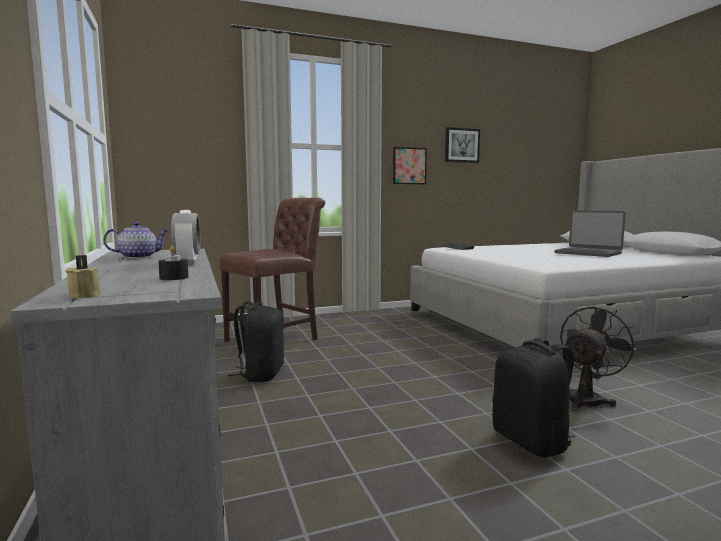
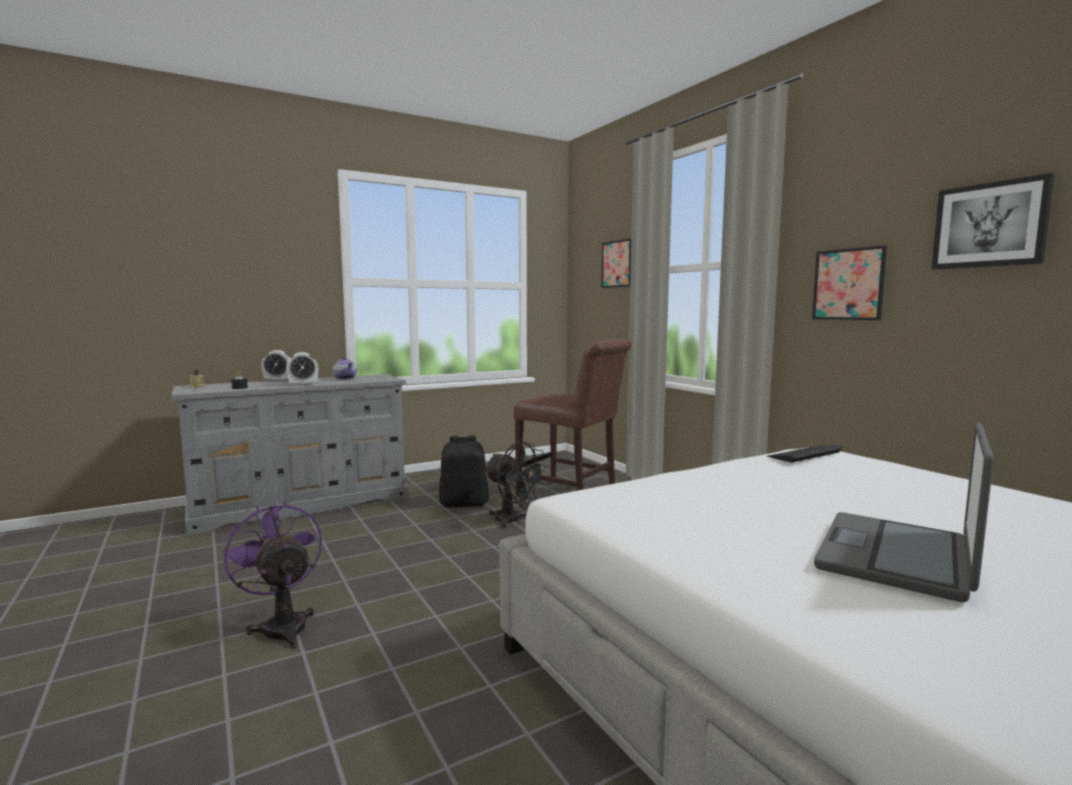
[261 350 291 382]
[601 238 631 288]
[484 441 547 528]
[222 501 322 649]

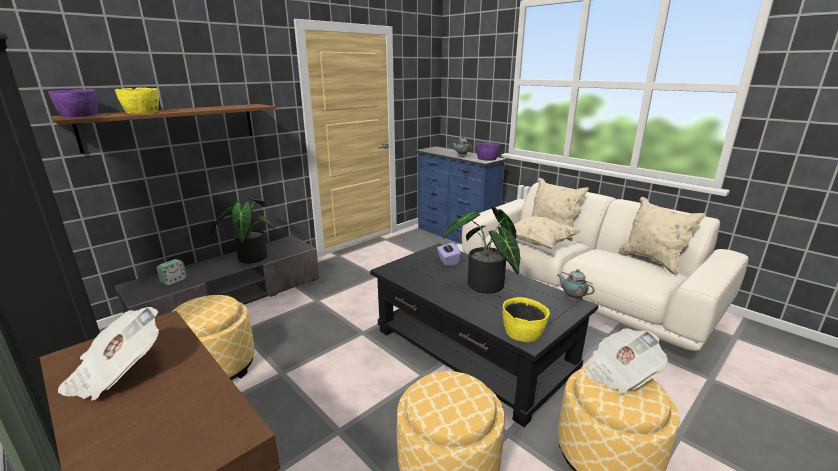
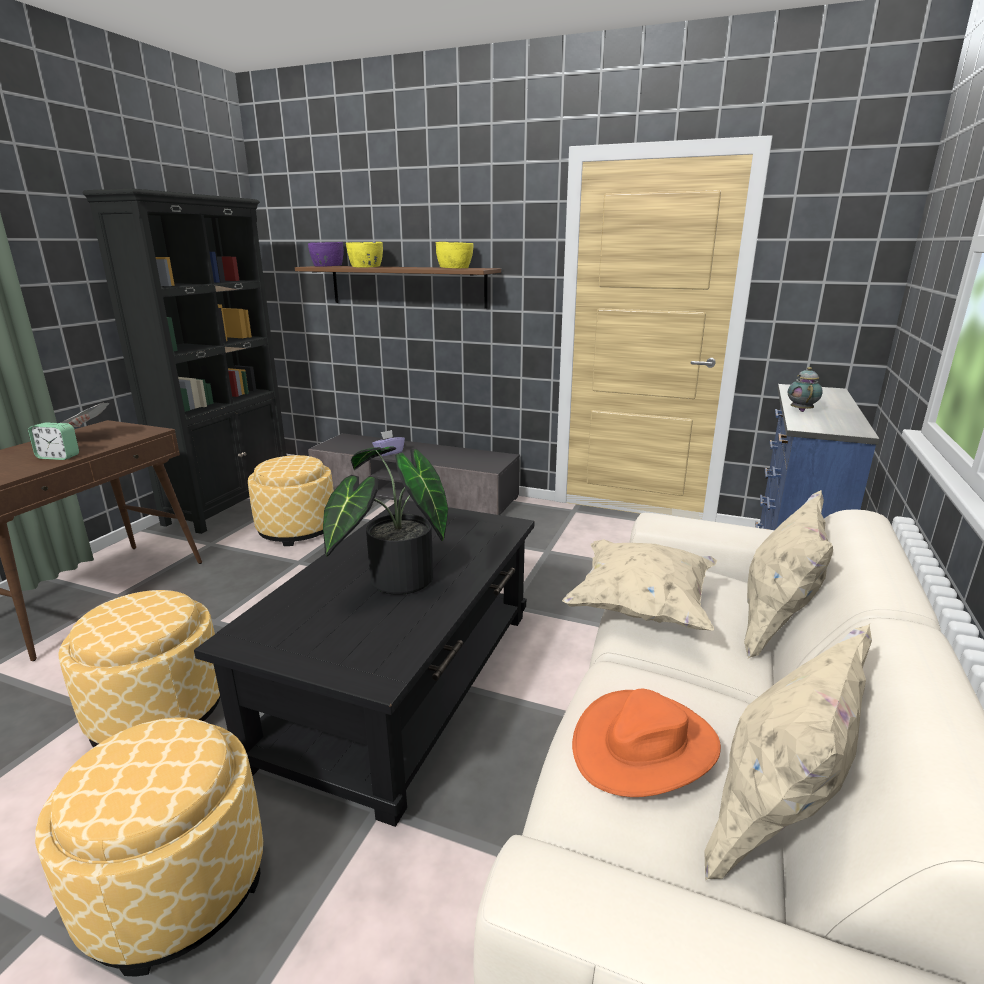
[211 198 276 263] (first image)
[476 143 500 161] (first image)
[557 269 595 301] (first image)
[585 328 668 394] (first image)
[572 689 721 797]
[28 422 79 460]
[372 430 405 456]
[436 242 473 268]

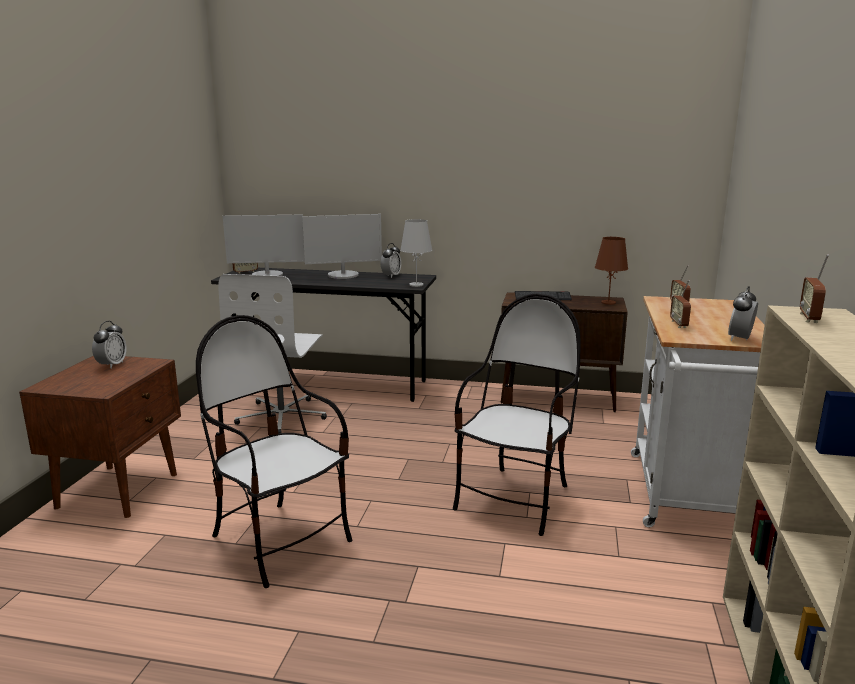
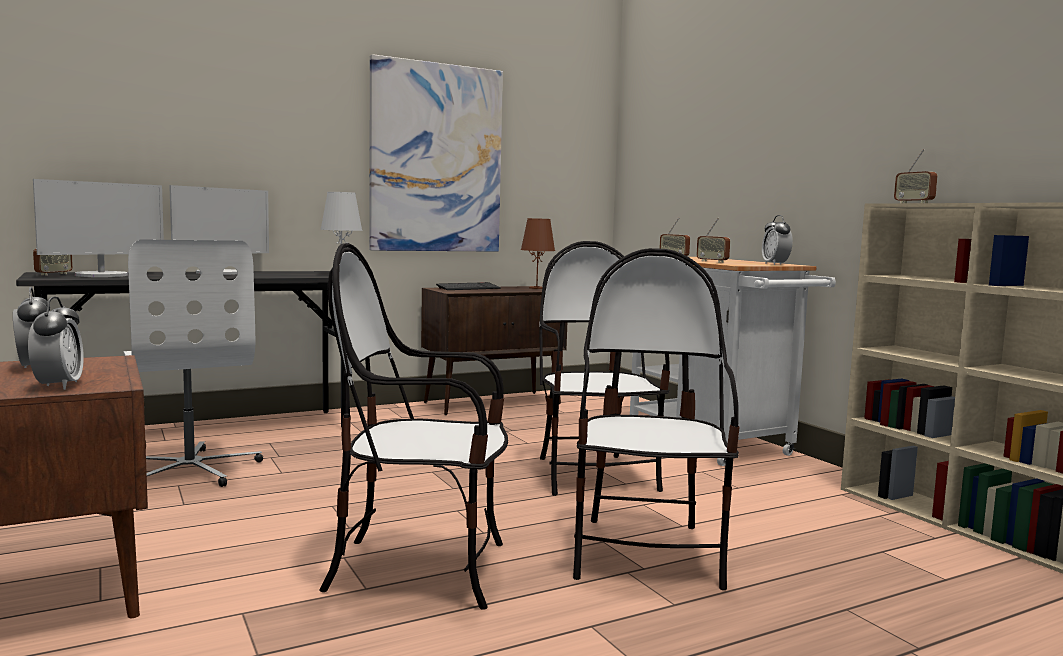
[369 54 503 252]
[573 248 740 590]
[28 297 84 390]

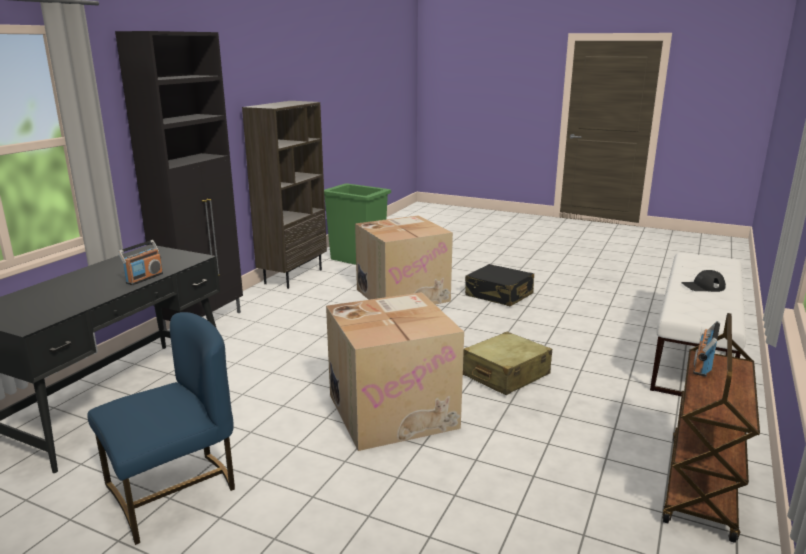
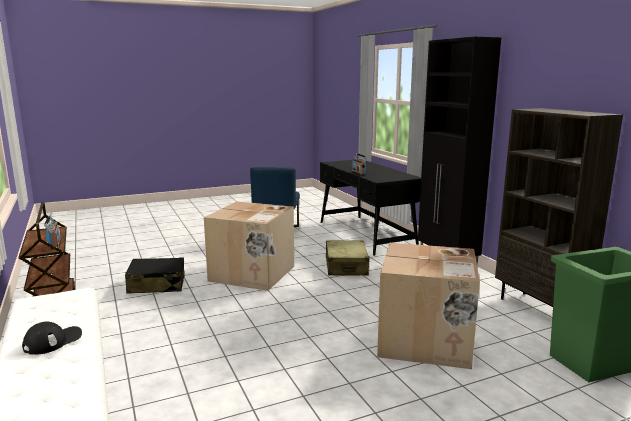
[326 240 370 276]
[125 257 185 294]

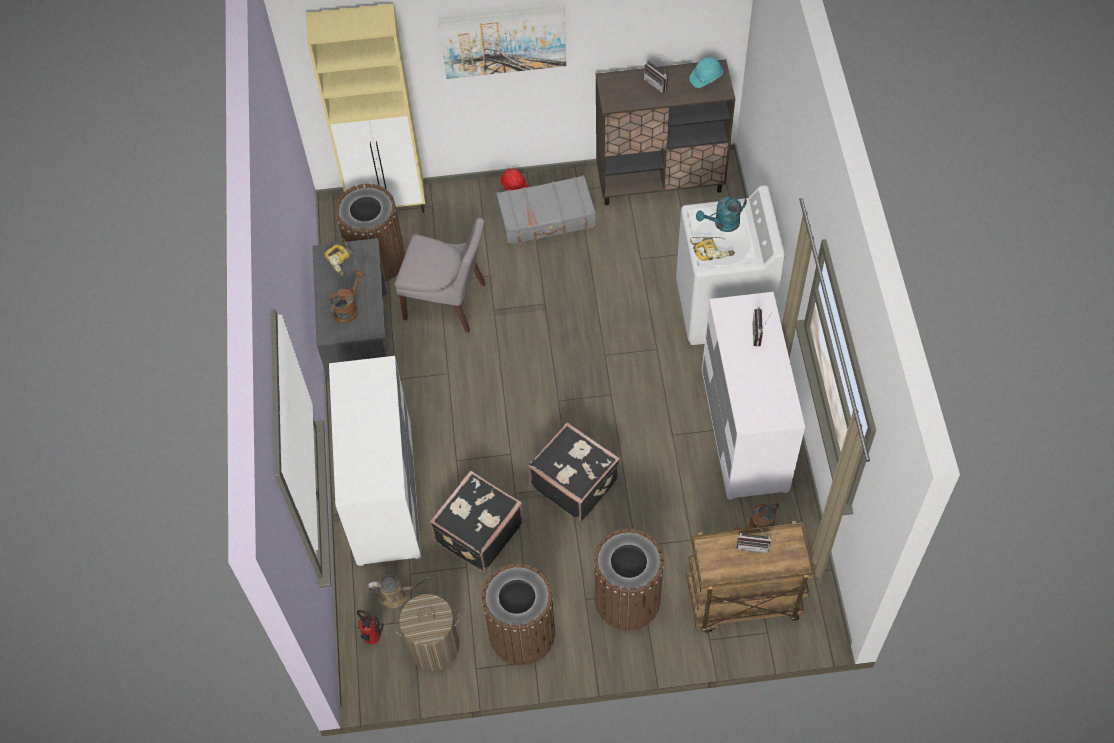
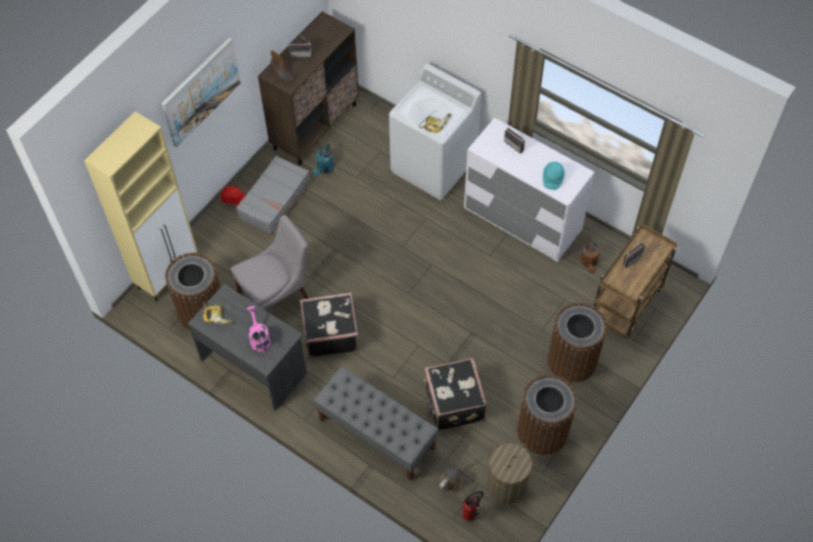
[270 50 295 82]
[300 292 359 358]
[543 162 565 190]
[312 144 334 176]
[314 367 439 481]
[247 306 271 352]

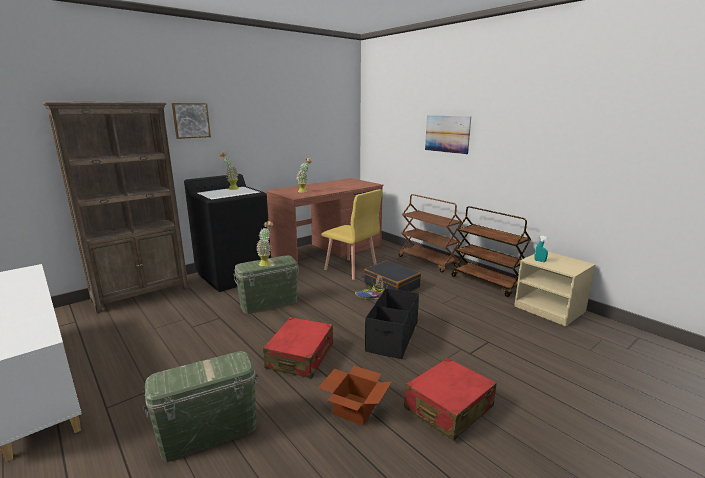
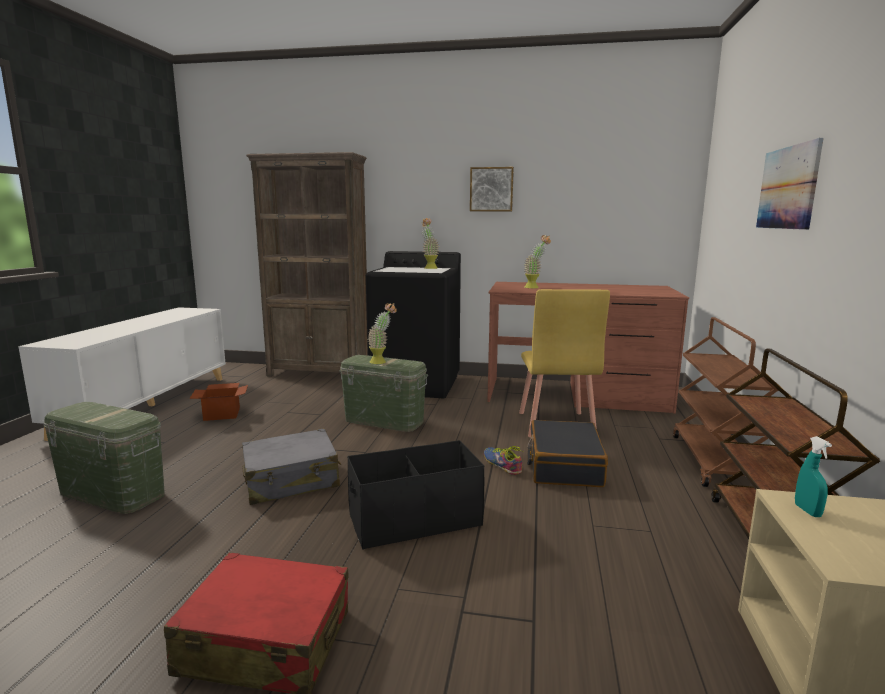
[470 167 514 212]
[189 383 248 421]
[242 429 341 505]

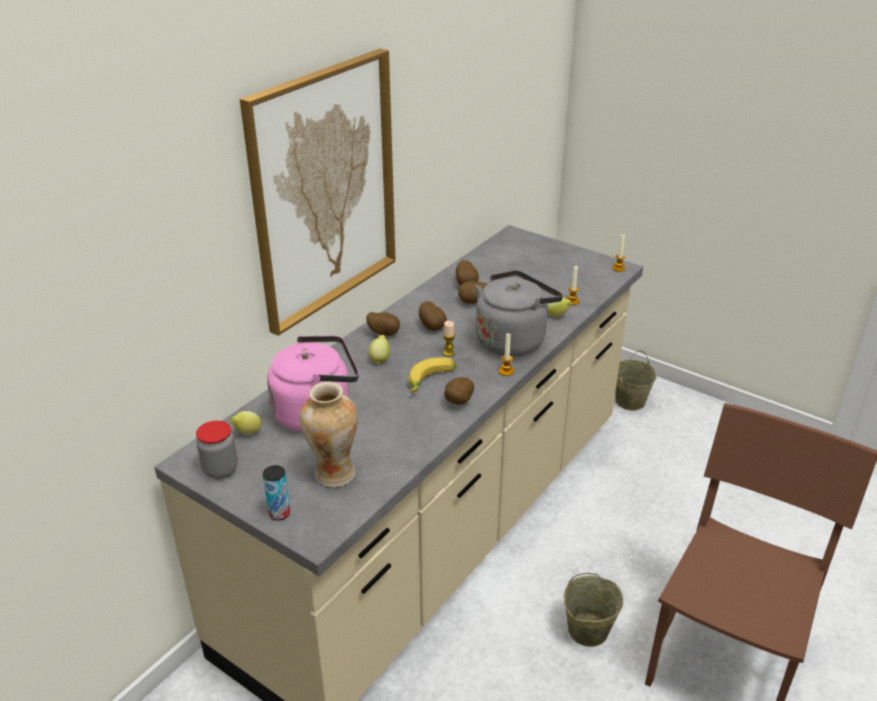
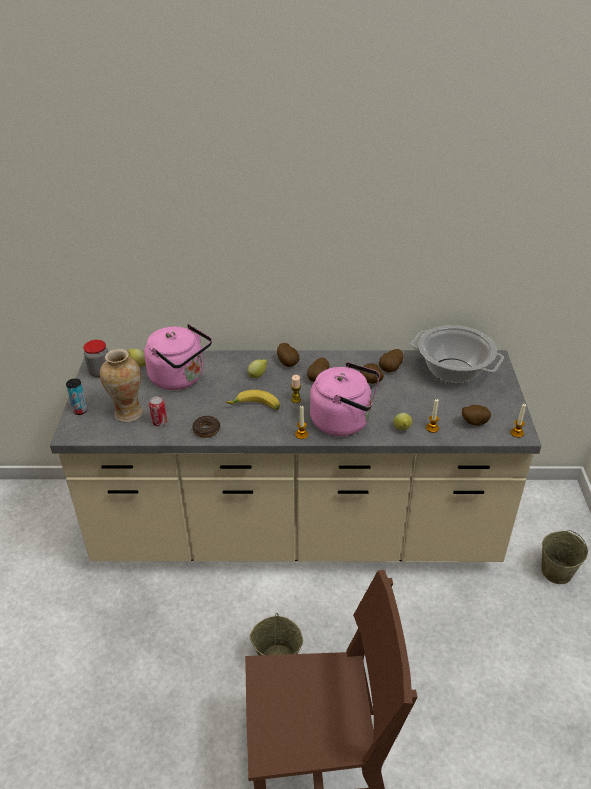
[240 49 396 336] (first image)
[149 396 167 426]
[192 416 220 438]
[411 325 504 384]
[462 405 491 426]
[310 362 380 436]

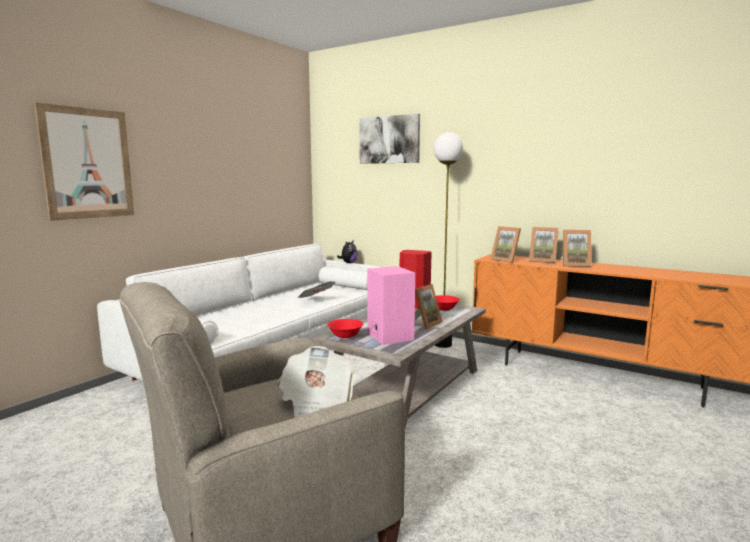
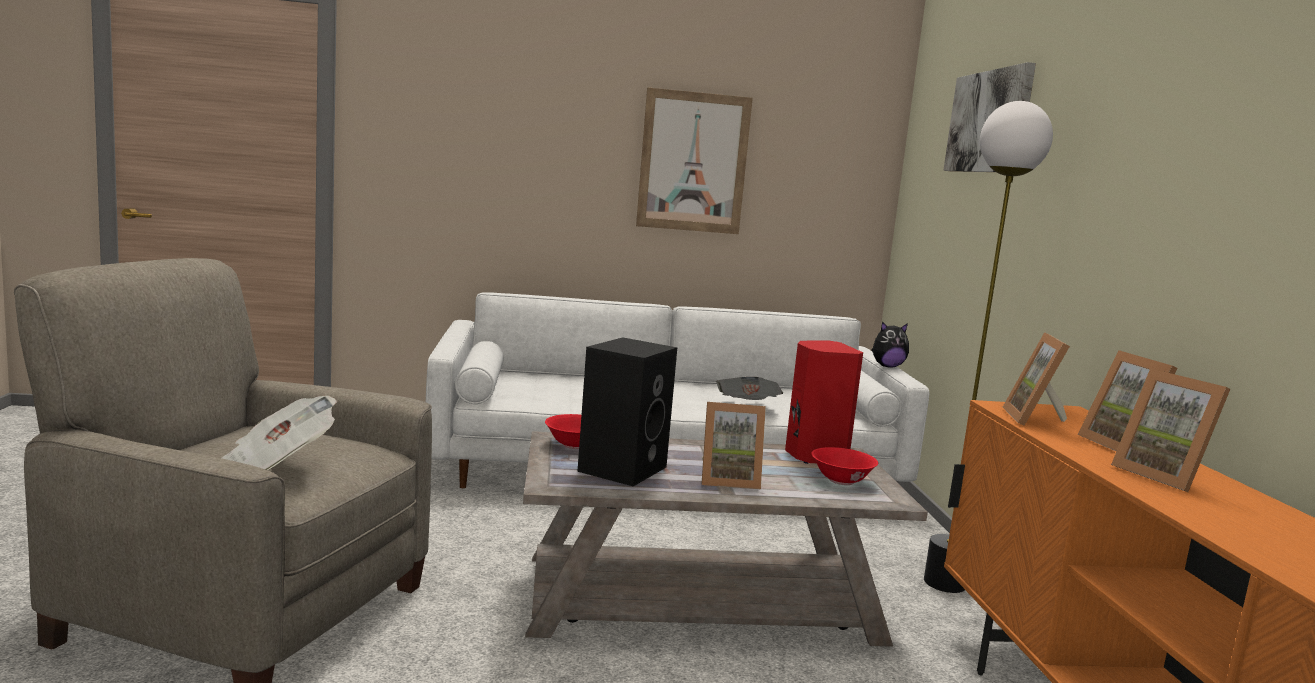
[636 87 753 234]
[577 337 677 486]

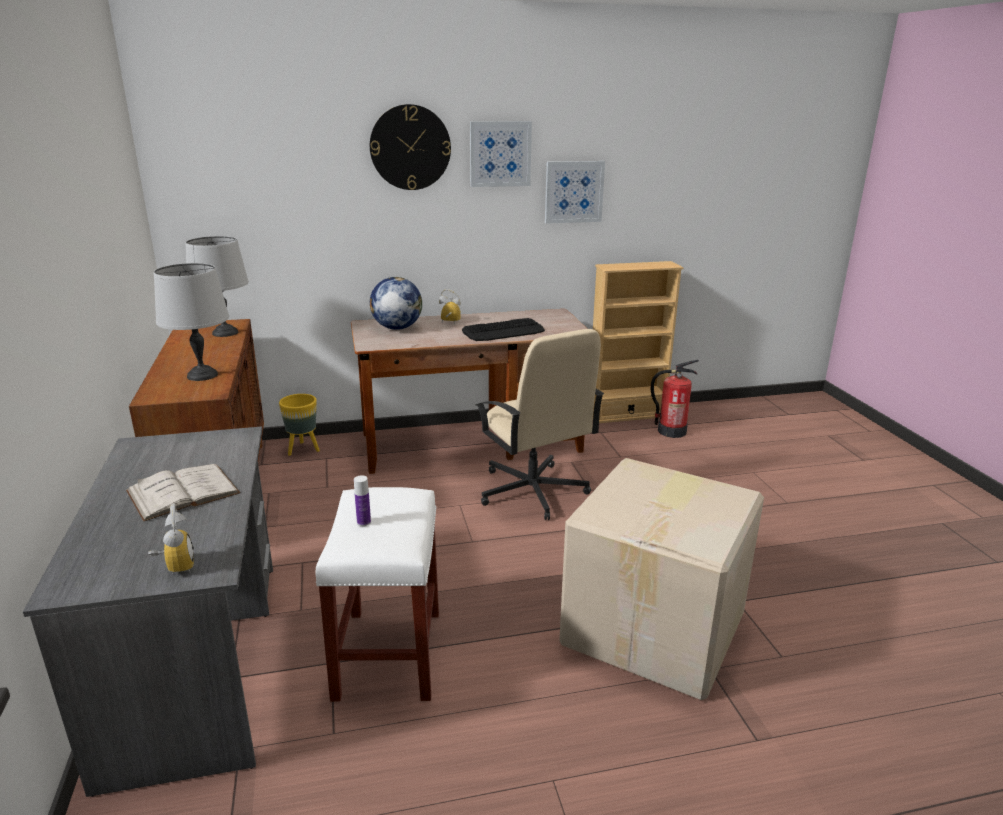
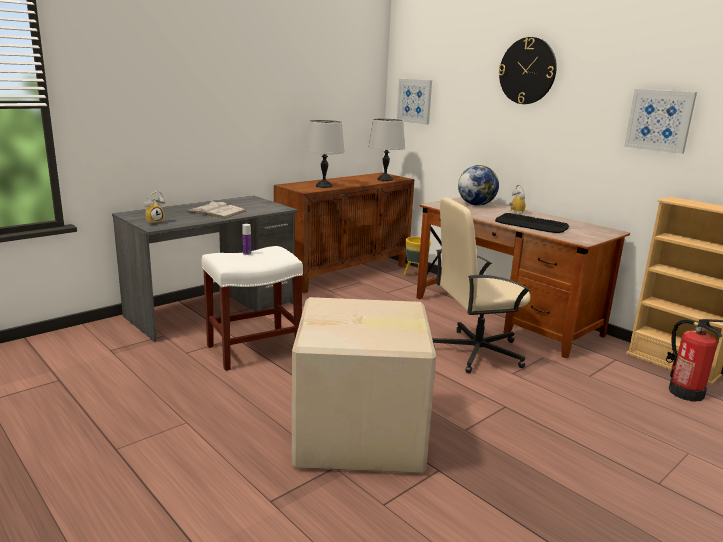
[397 79 432 125]
[432 198 531 374]

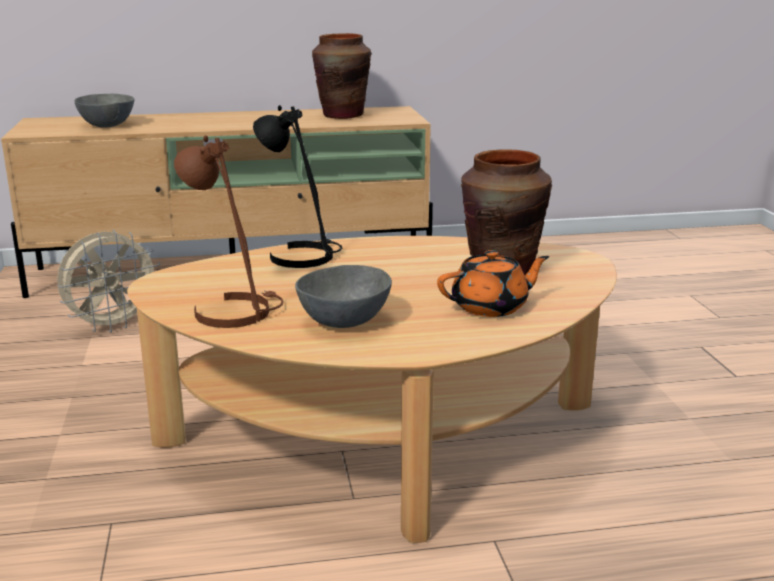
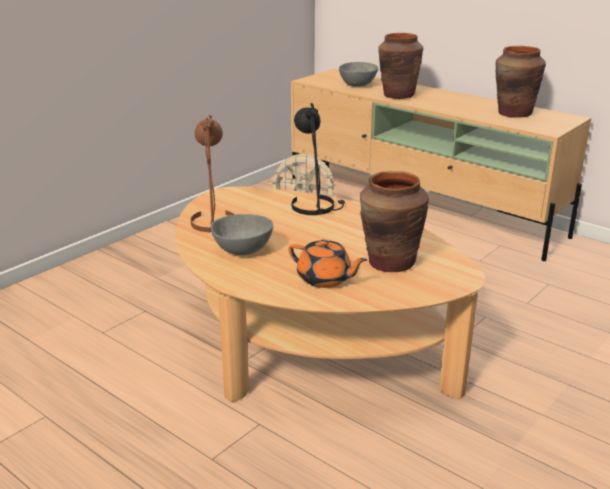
[378 33 424 99]

